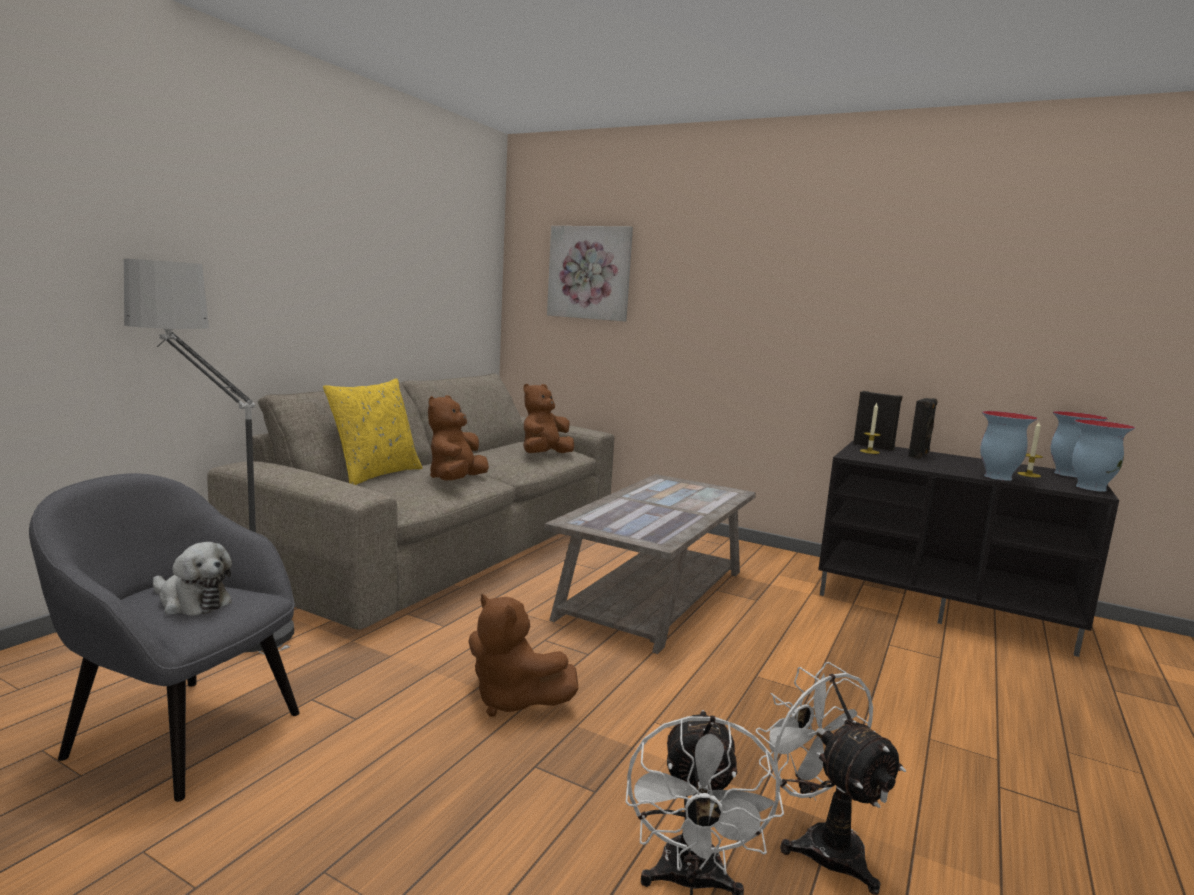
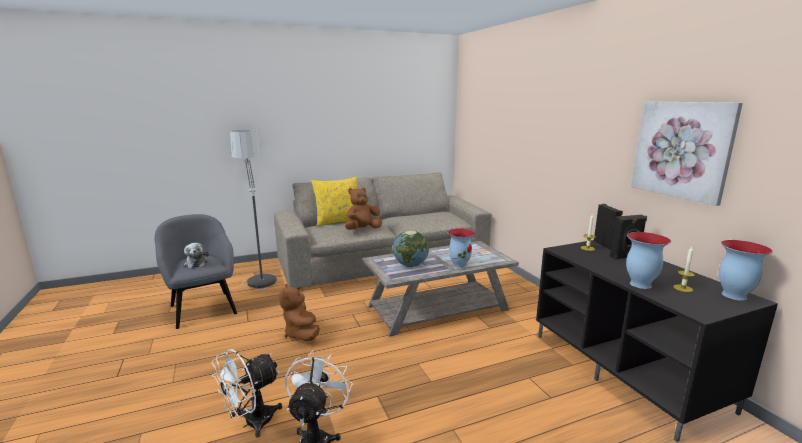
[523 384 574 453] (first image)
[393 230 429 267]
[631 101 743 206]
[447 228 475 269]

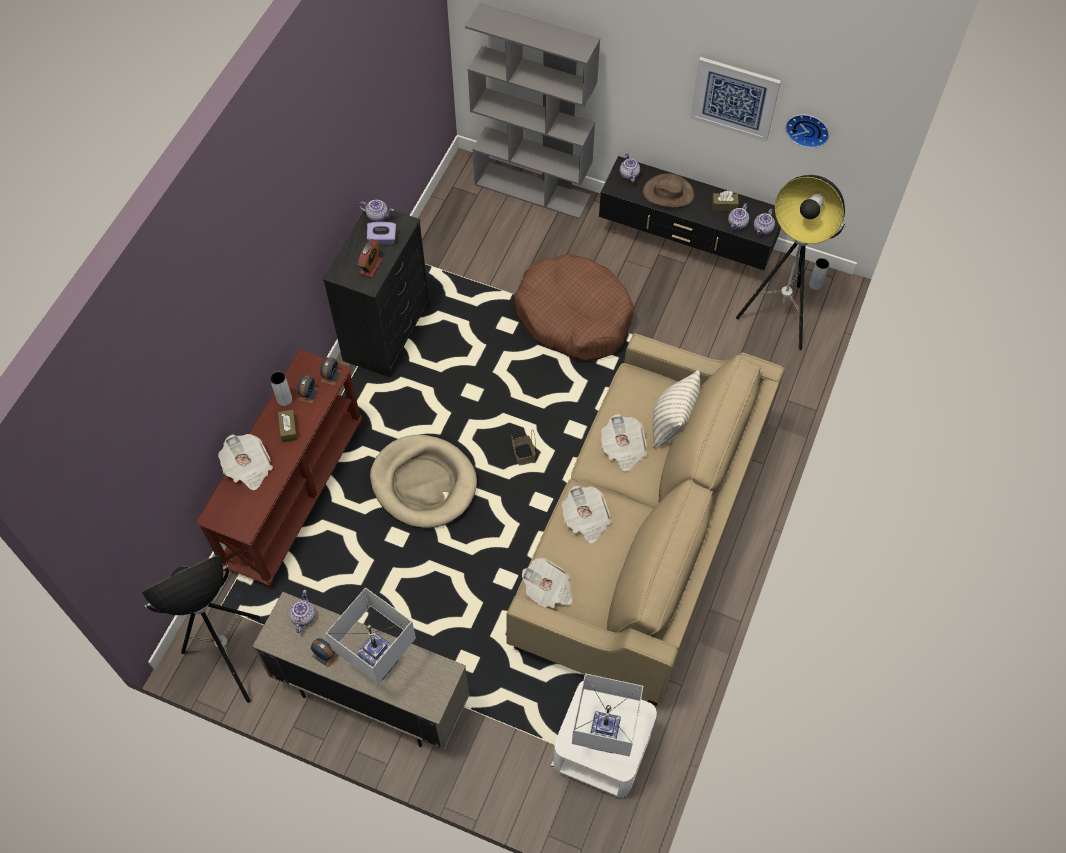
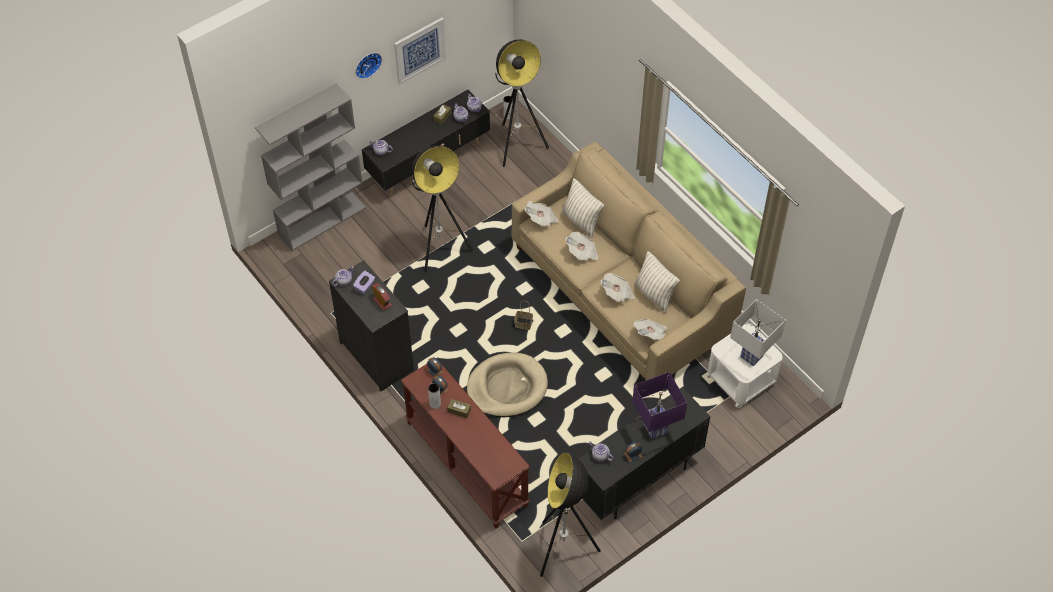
[643 173 694 207] (first image)
[634 251 680 313]
[524 201 559 227]
[356 53 382 79]
[411 145 473 273]
[579 387 710 520]
[632 372 687 439]

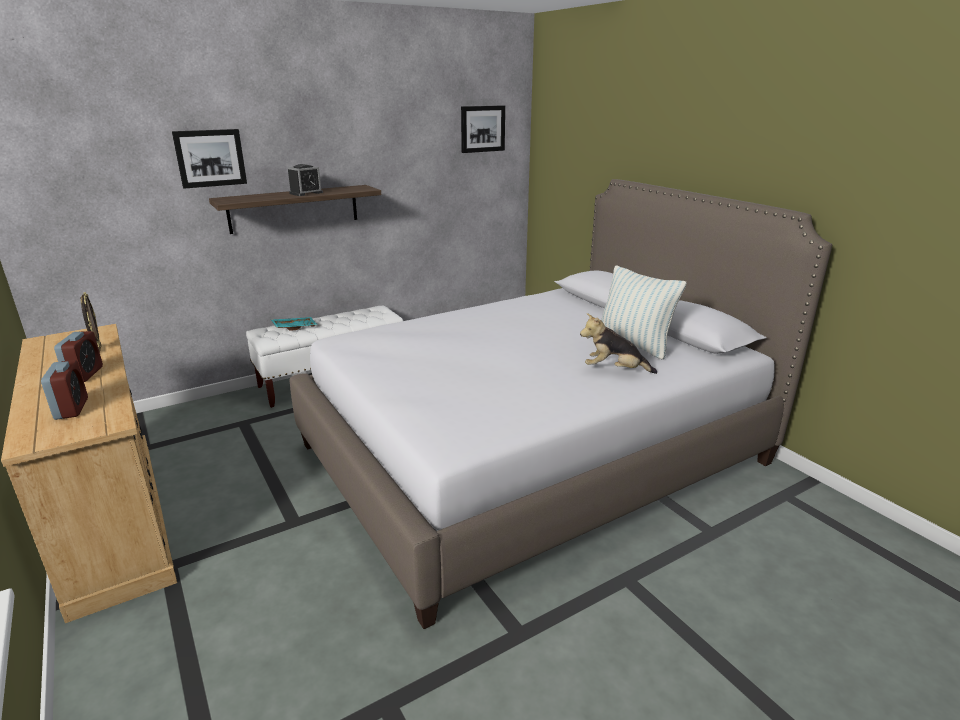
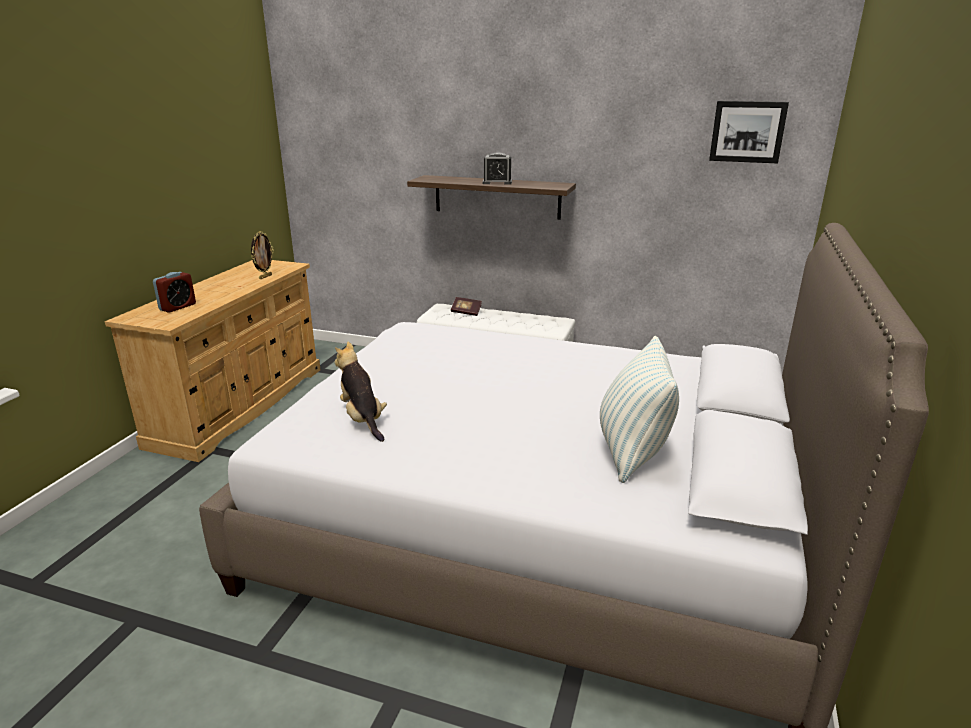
[54 331 103 382] (first image)
[172 129 247 189] (first image)
[334 342 387 442]
[451 297 482 316]

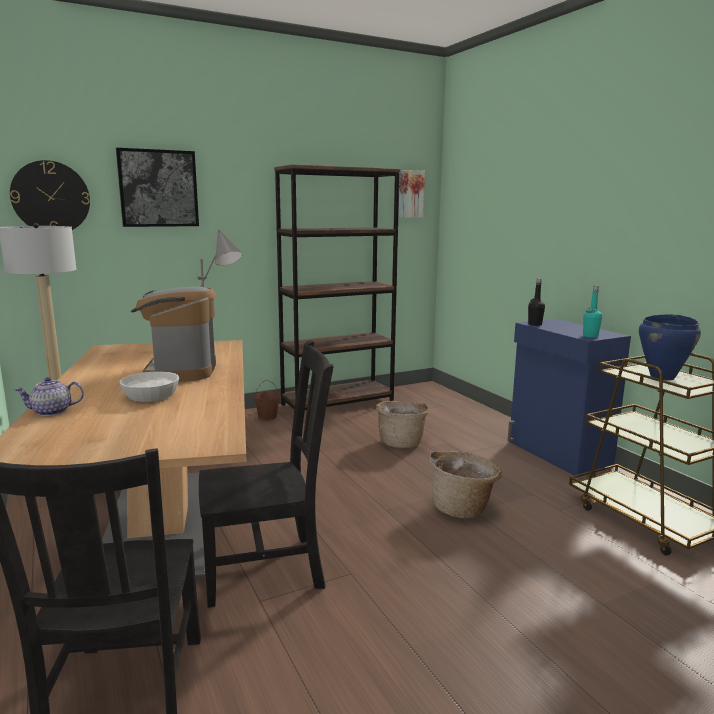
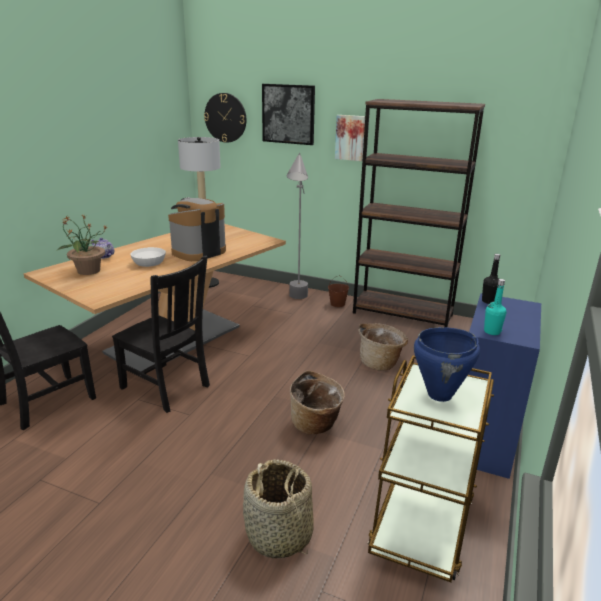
[57 214 107 275]
[243 459 314 558]
[335 115 365 161]

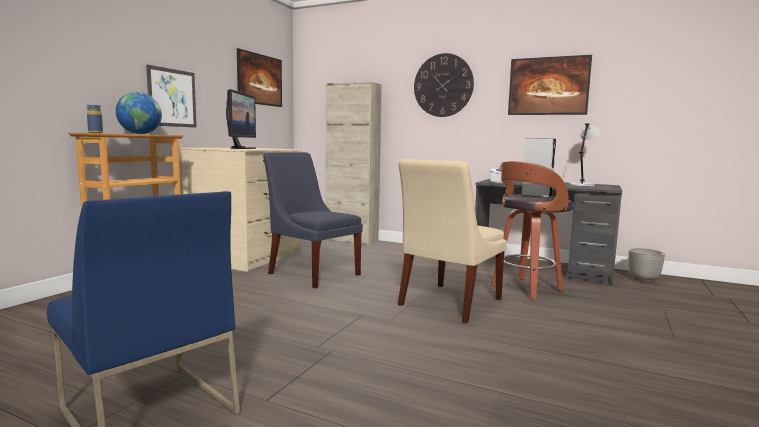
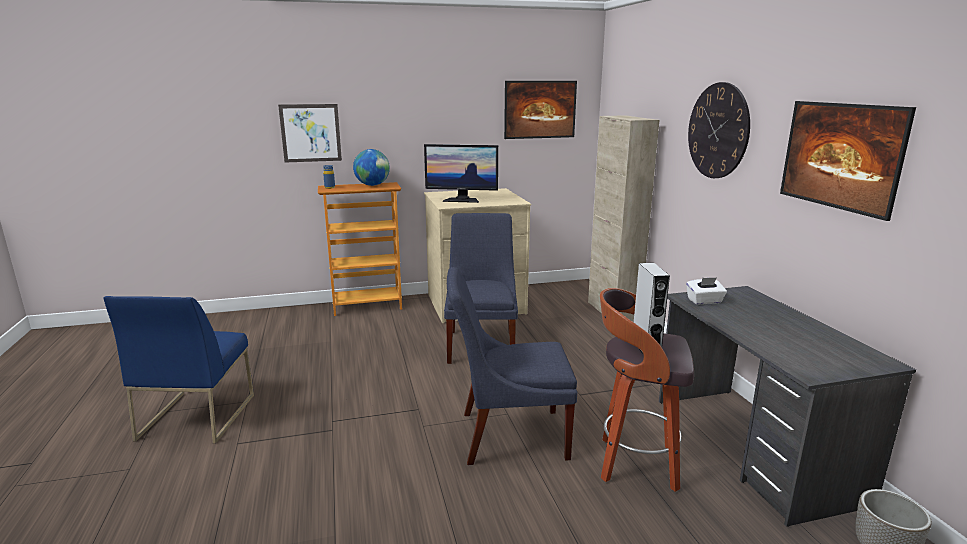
[569 123 600 186] (first image)
[278 104 342 163]
[447 267 577 465]
[424 144 498 203]

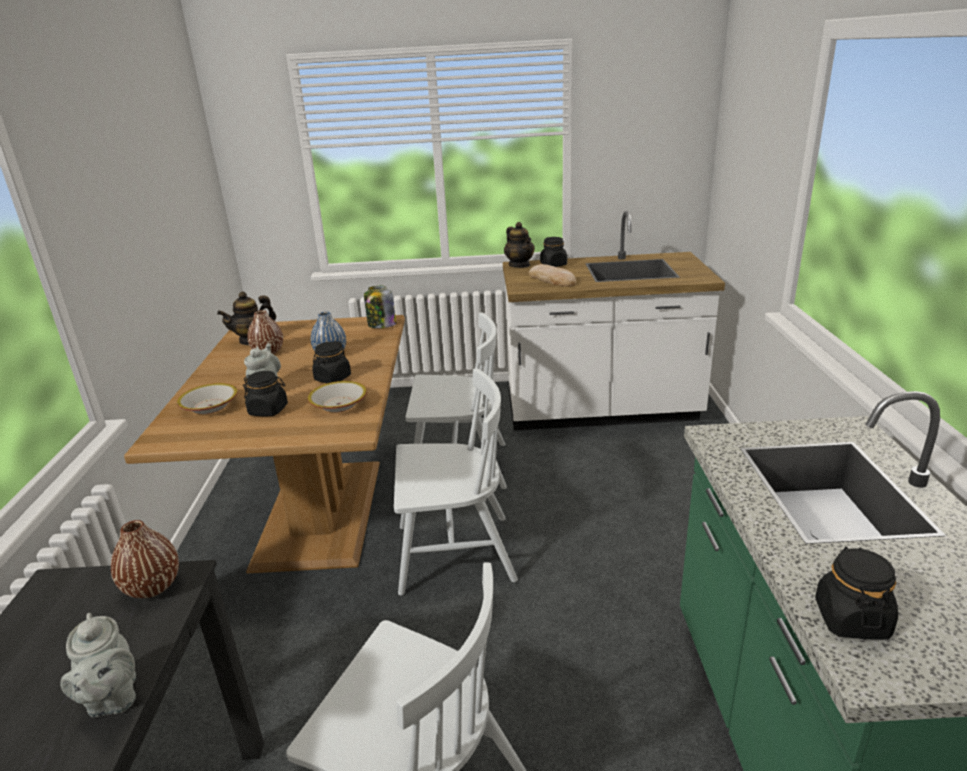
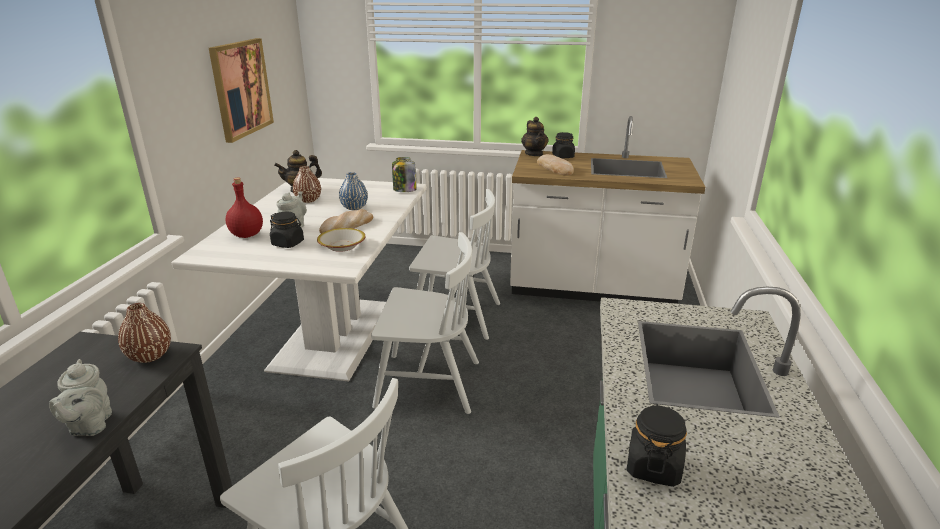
[209 38 274 143]
[225 178 263 238]
[319 209 373 234]
[172 178 427 382]

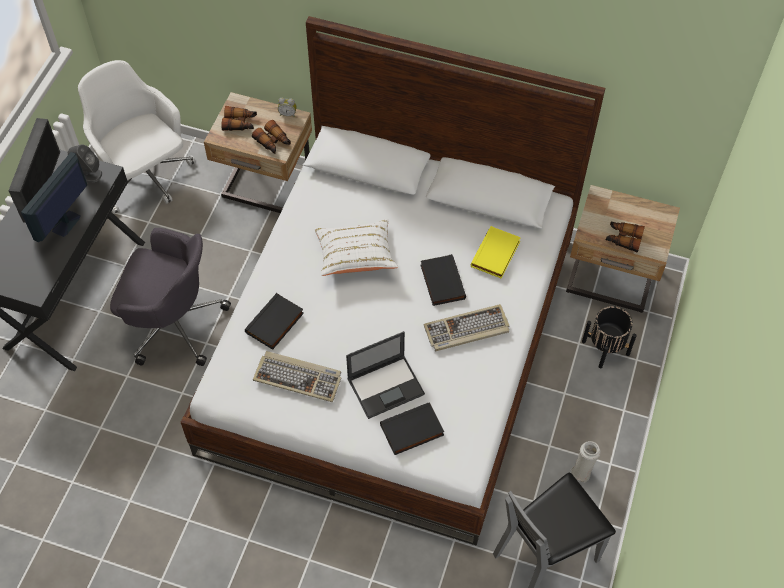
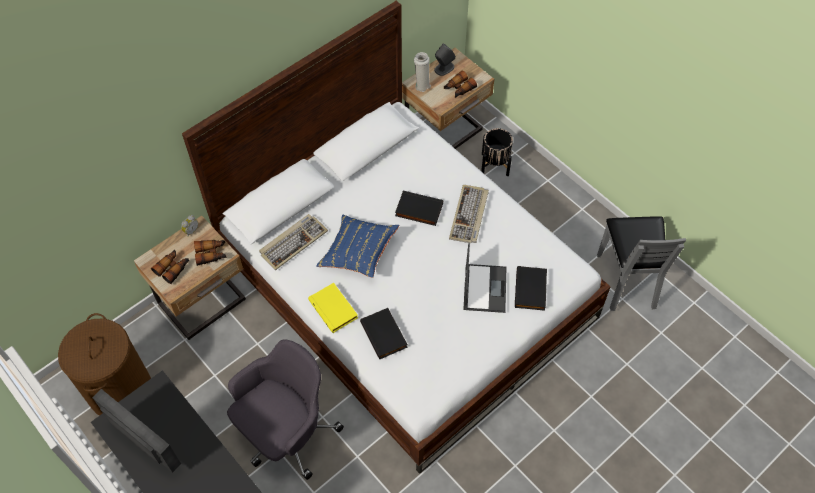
[21 152 87 242] (first image)
[434 44 456 76]
[259 214 328 270]
[308 283 358 333]
[414 52 431 92]
[58 313 151 416]
[316 215 399 278]

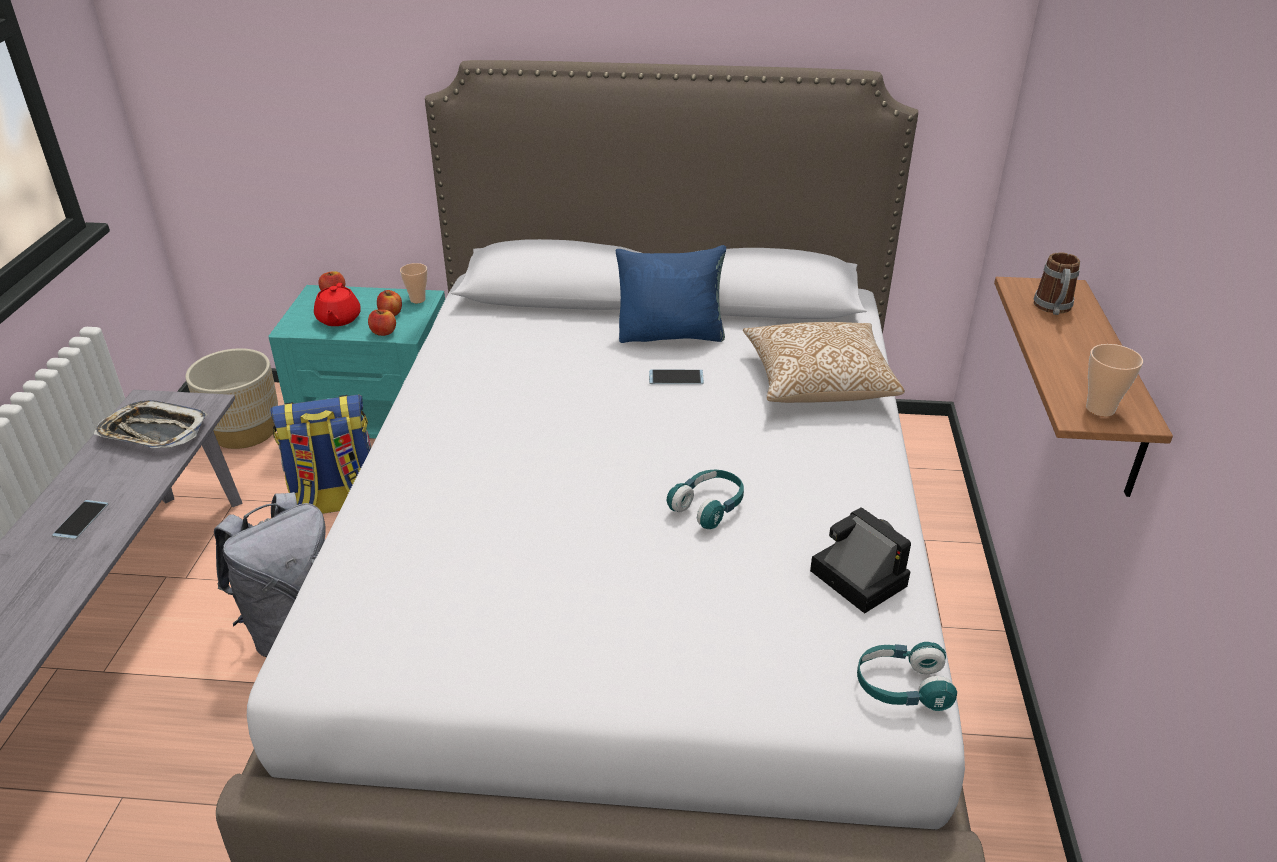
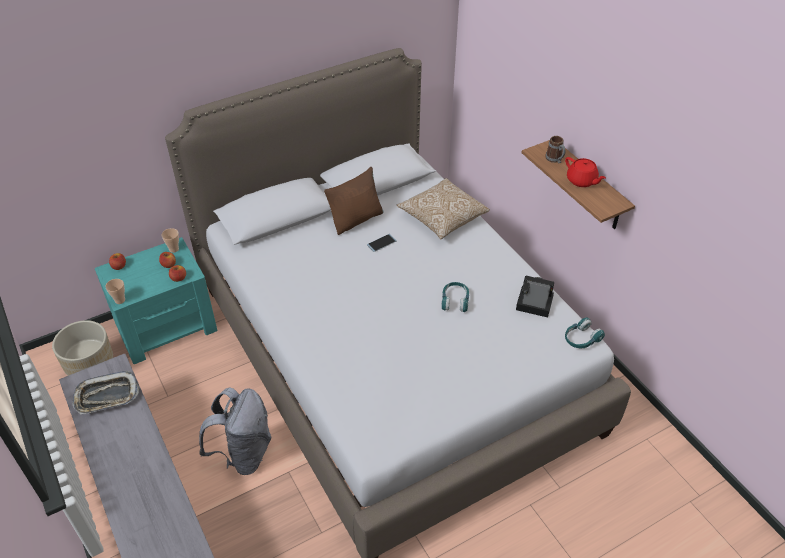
[52 500 108 540] (first image)
[270 394 372 514] (first image)
[565 157 606 187]
[105 279 125 304]
[324 167 384 235]

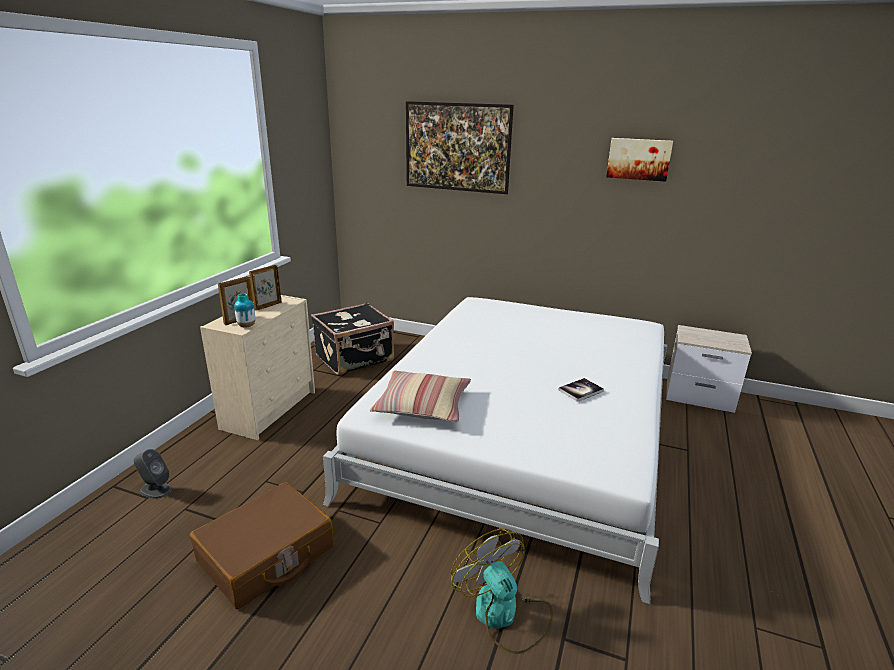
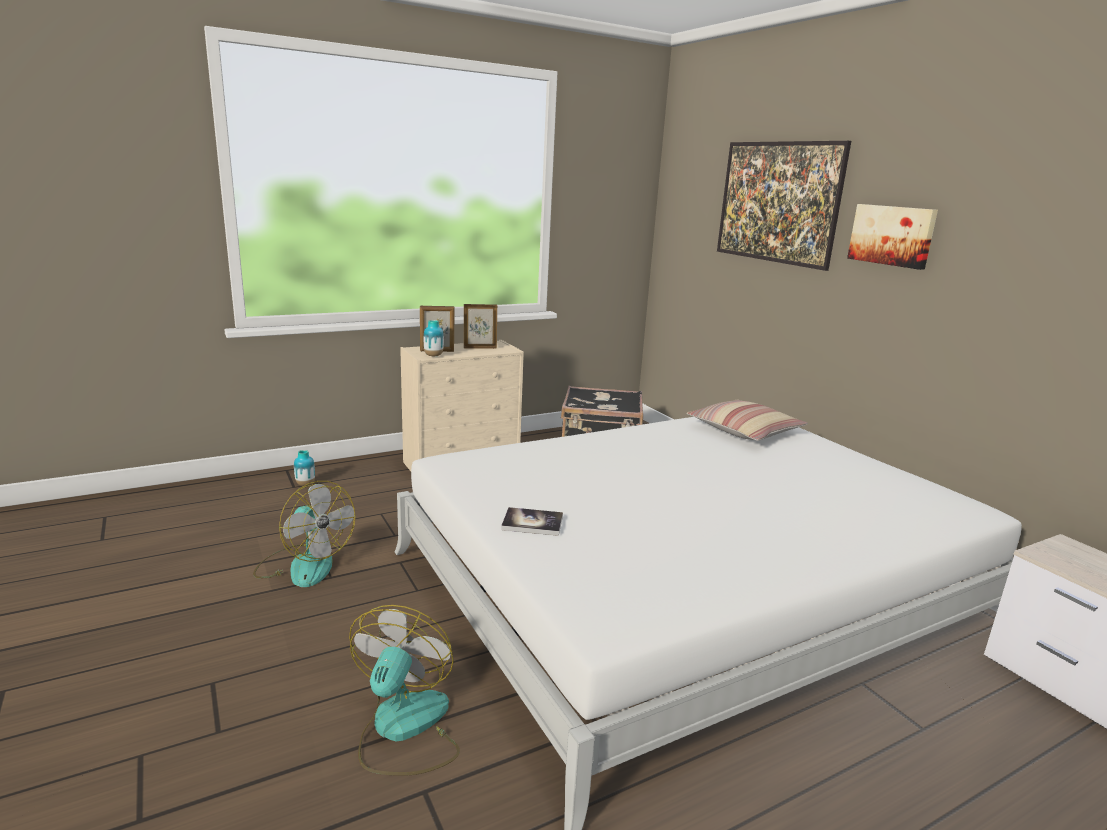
[686 400 808 441]
[501 507 563 536]
[847 204 938 270]
[294 450 315 486]
[253 481 356 587]

